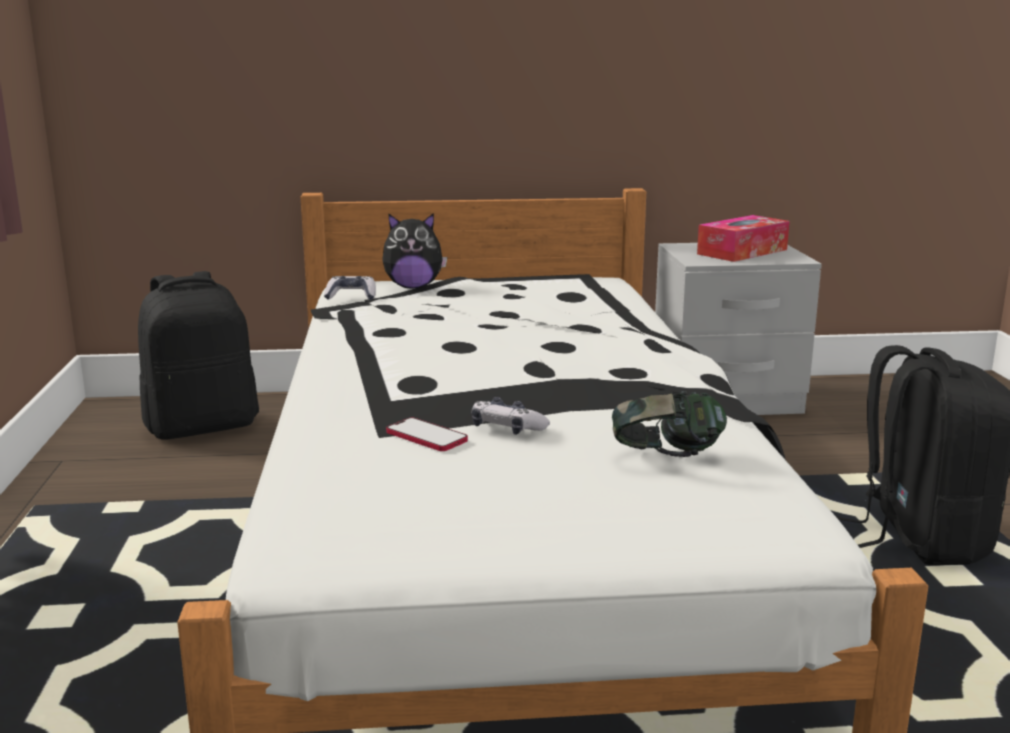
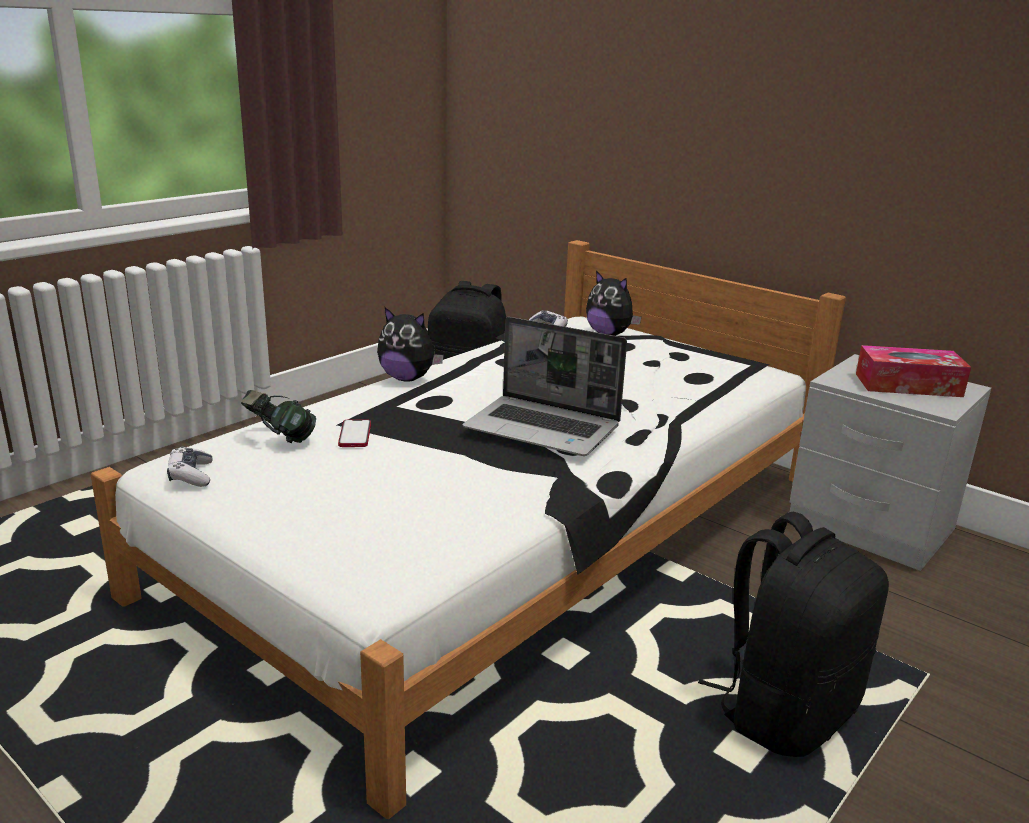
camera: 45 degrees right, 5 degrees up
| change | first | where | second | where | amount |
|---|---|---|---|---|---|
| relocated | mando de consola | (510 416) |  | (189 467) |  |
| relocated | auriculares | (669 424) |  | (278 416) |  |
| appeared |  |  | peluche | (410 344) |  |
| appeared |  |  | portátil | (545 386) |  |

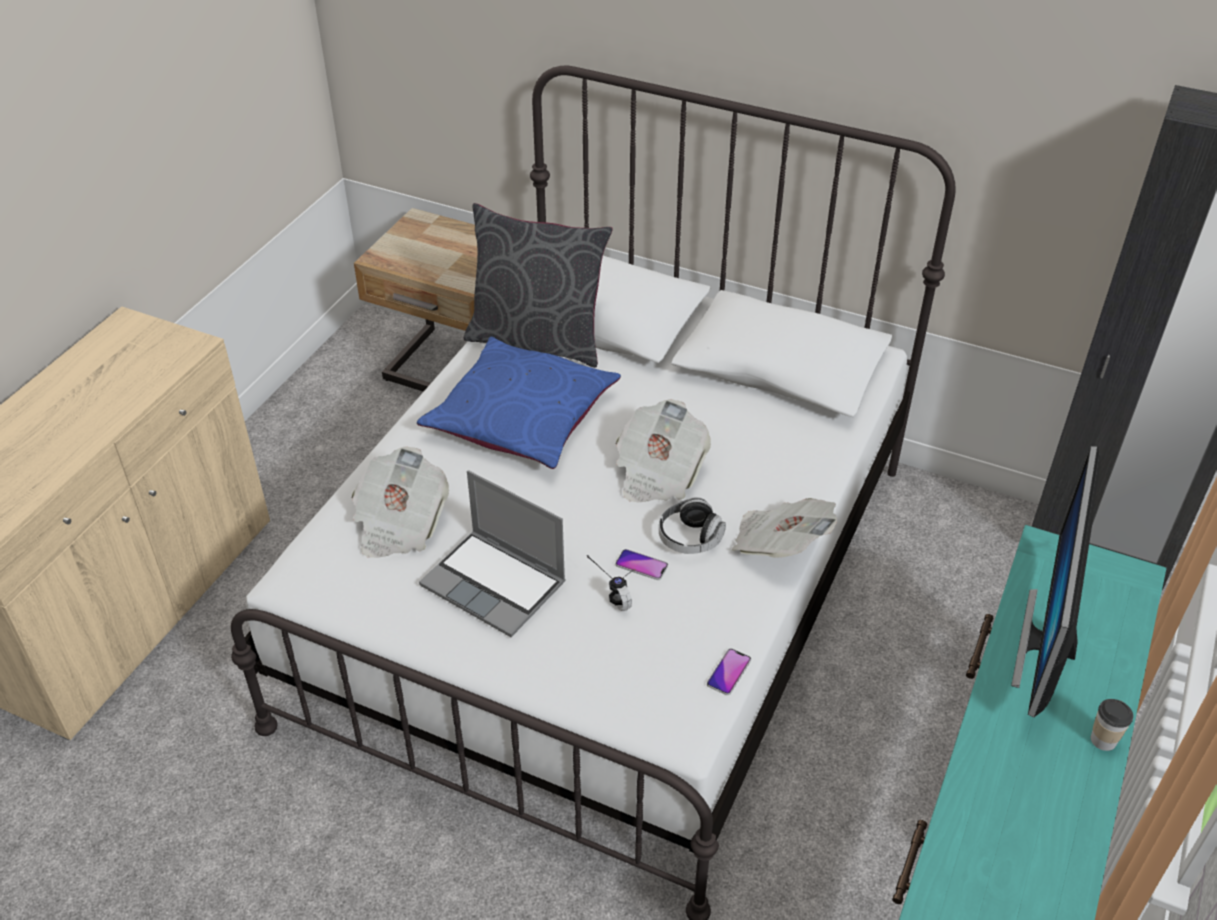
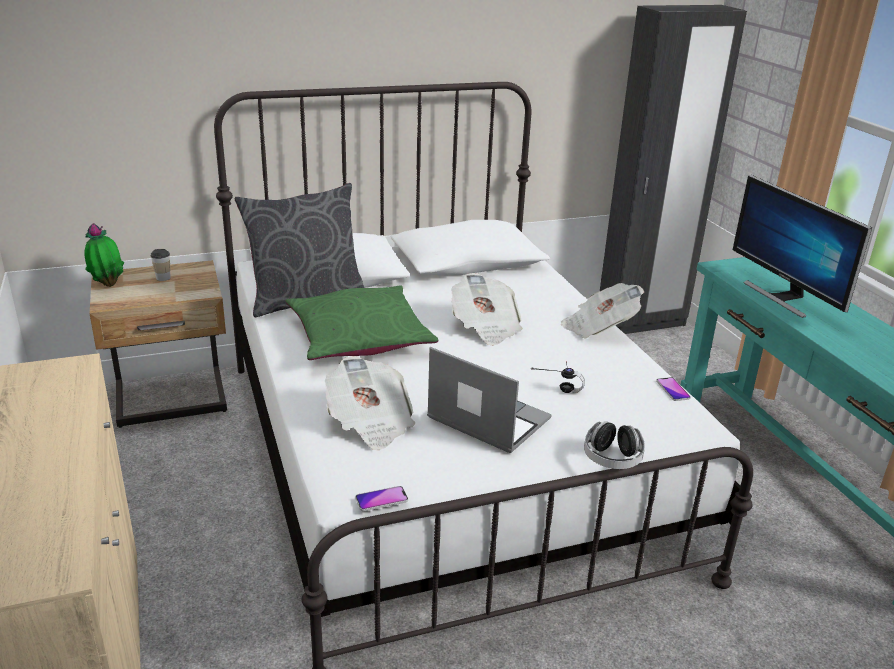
camera: 45 degrees left, 15 degrees down
| change | first | where | second | where | amount |
|---|---|---|---|---|---|
| colour | cojín/azul | (519 403) | cojín/verde | (362 323) |  |
| spun | portátil | (492 553) |  | (489 400) | 135 degrees counterclockwise |
| relocated | móvil | (641 564) |  | (381 498) |  |
| relocated | auriculares | (692 525) |  | (614 445) |  |
| relocated | taza | (1112 725) |  | (161 265) |  |
| appeared |  |  | planta en maceta | (104 255) |  |

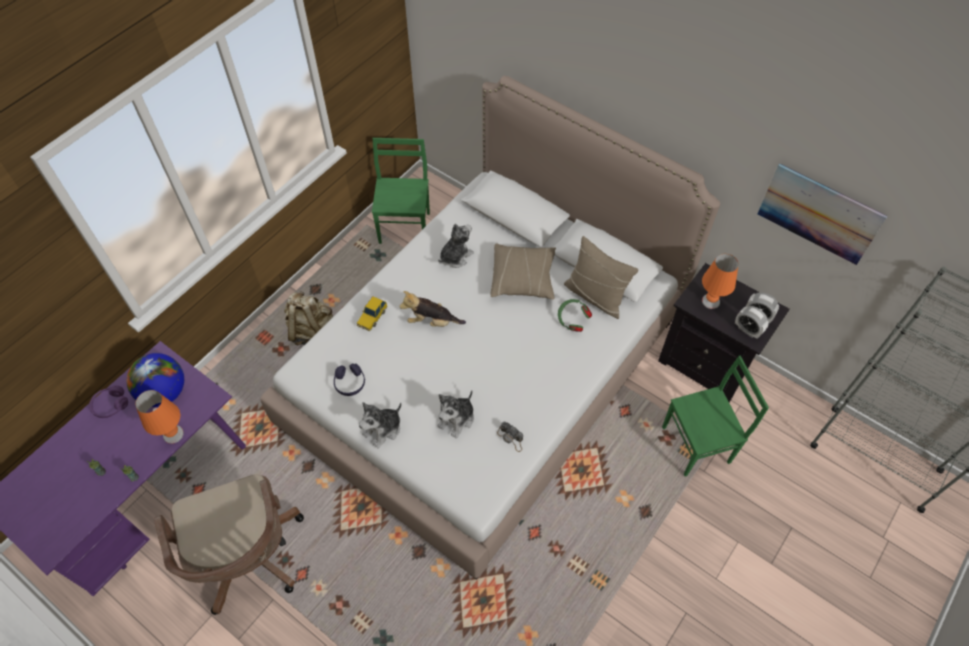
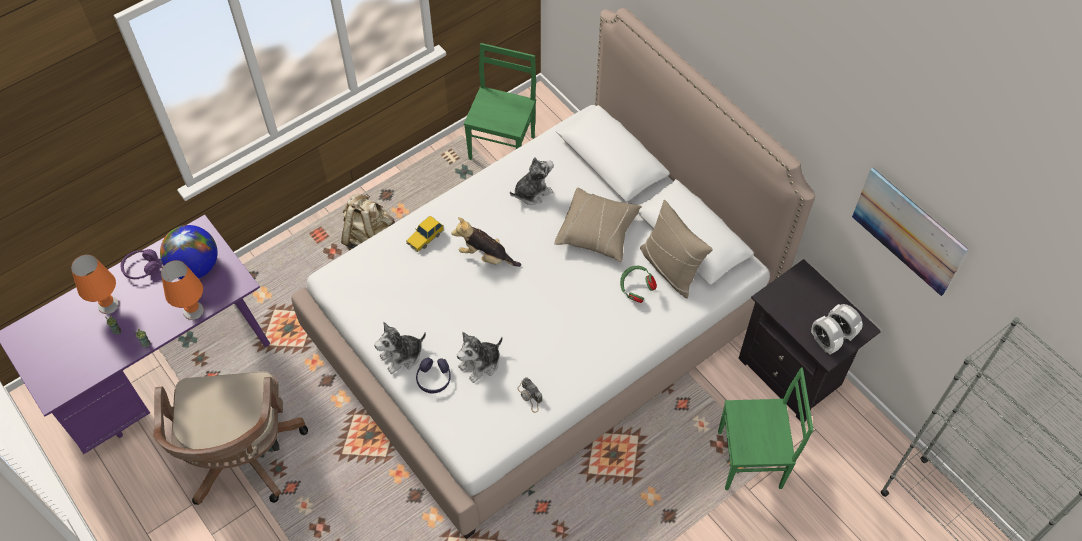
camera: 15 degrees right, 0 degrees up
| change | first | where | second | where | amount |
|---|---|---|---|---|---|
| relocated | auriculares/morado | (349 379) |  | (433 375) |  |
| relocated | lámpara de mesa/naranja | (720 281) |  | (95 284) |  |

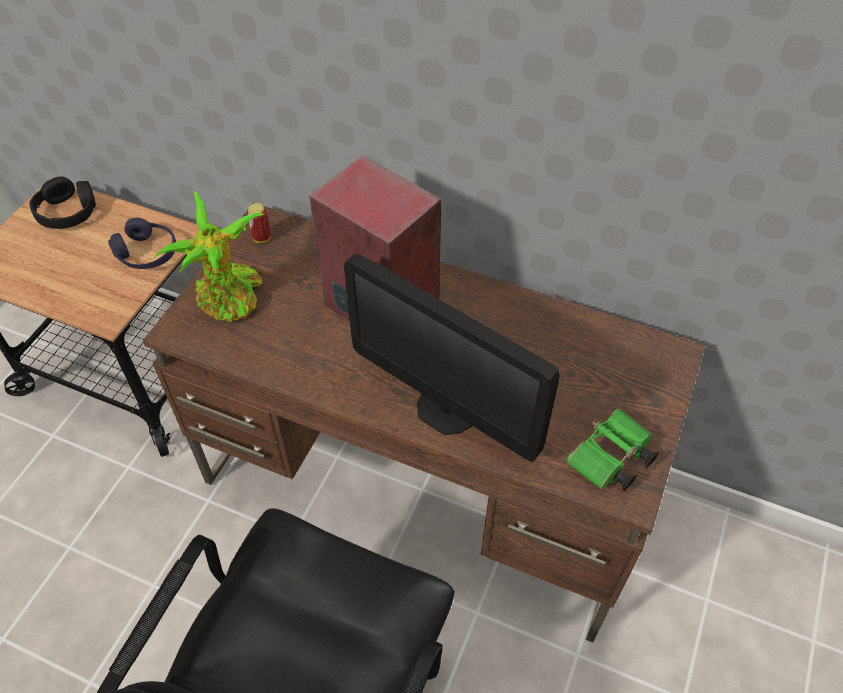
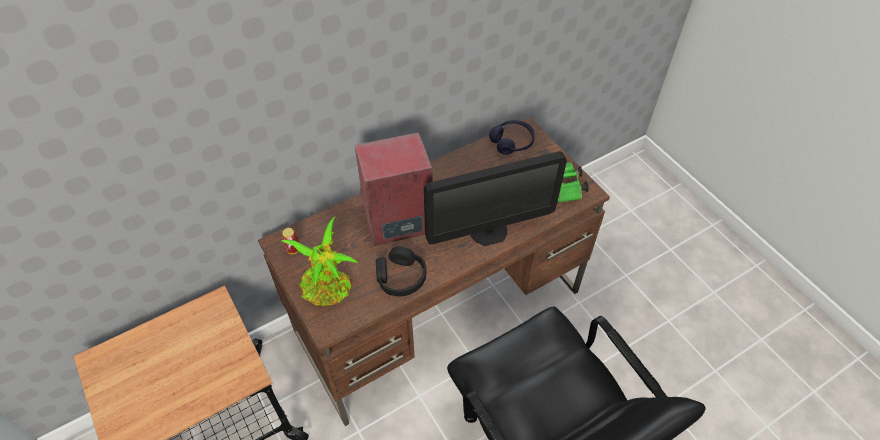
camera: 55 degrees left, 0 degrees up
| change | first | where | second | where | amount |
|---|---|---|---|---|---|
| relocated | auriculares/negro | (62 202) |  | (401 271) |  |
| relocated | auriculares/morado | (142 243) |  | (512 137) |  |

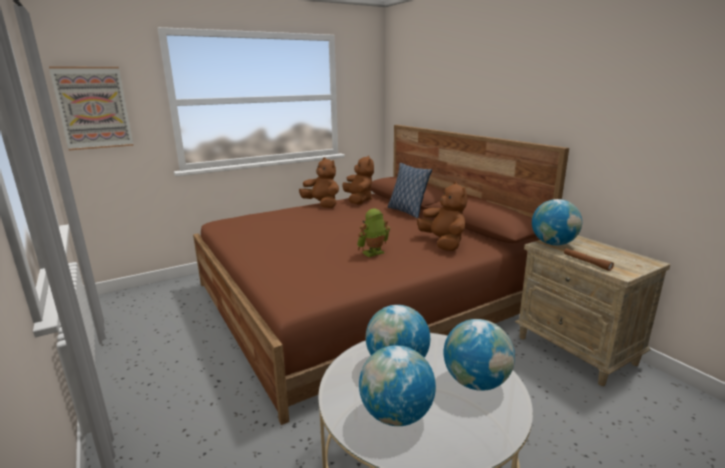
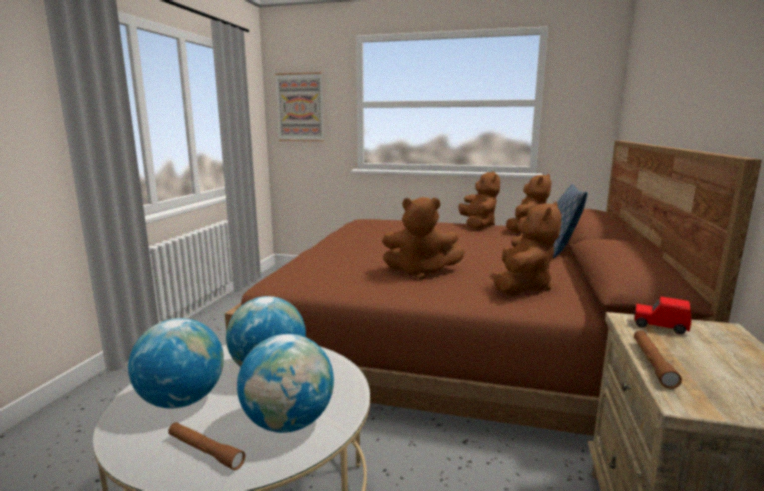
camera: 45 degrees right, 5 degrees down
| change | first | where | second | where | amount |
|---|---|---|---|---|---|
| exchanged | robot de juguete | (373 232) | peluche/marrón | (423 238) |  |
| exchanged | globo terráqueo | (557 222) | coche de juguete/rojo | (662 315) |  |
| appeared |  |  | linterna/marrón | (206 446) |  |

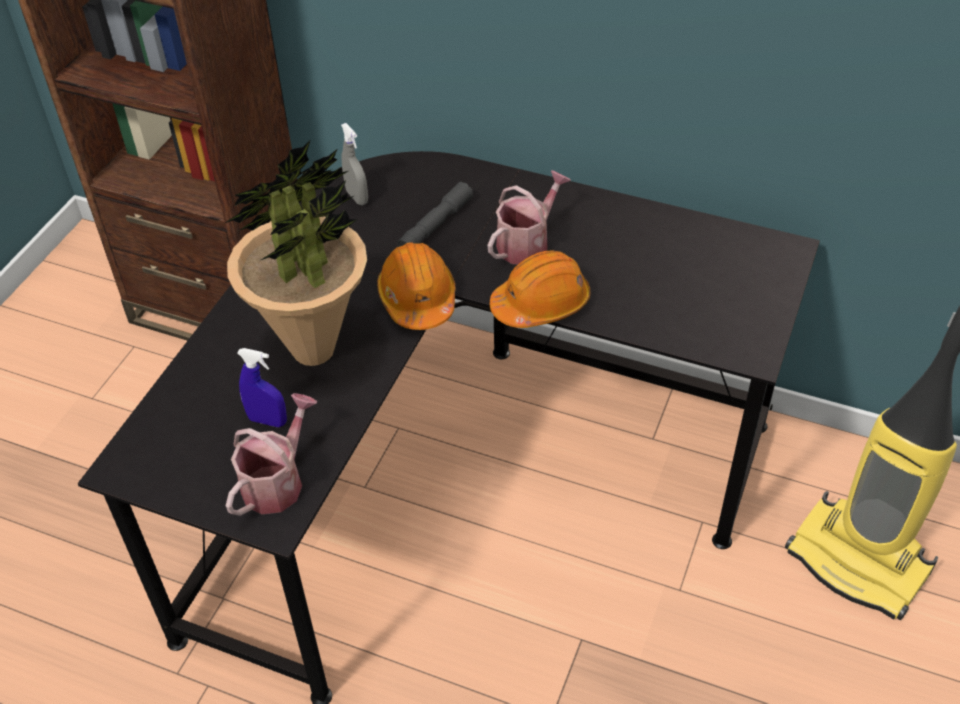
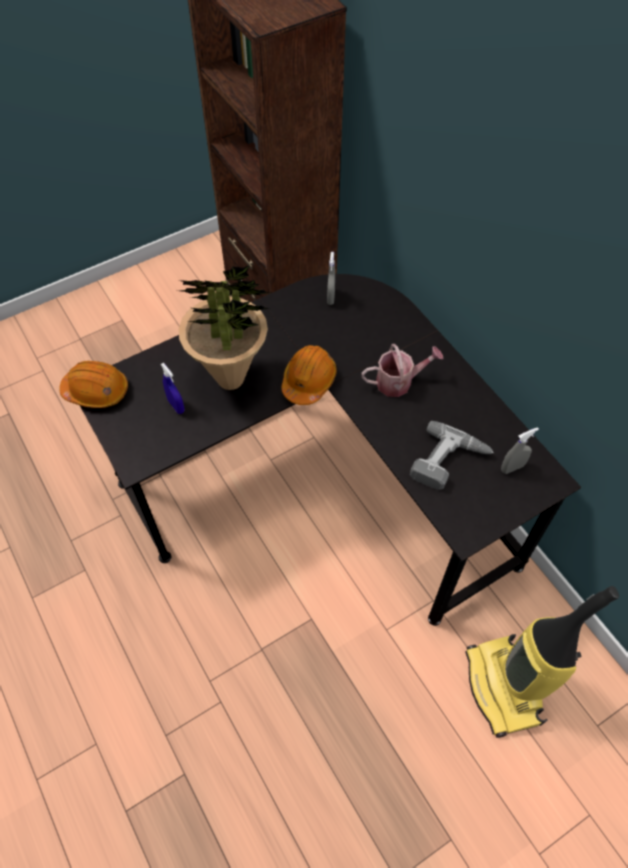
camera: 35 degrees right, 10 degrees up
| change | first | where | second | where | amount |
|---|---|---|---|---|---|
| missing | regadera | (272 454) |  |  |  |
| missing | linterna/gris | (435 214) |  |  |  |
| relocated | casco/naranja | (540 289) |  | (93 384) |  |
| appeared |  |  | taladro | (452 455) |  |
| appeared |  |  | pulverizador/gris | (520 450) |  |

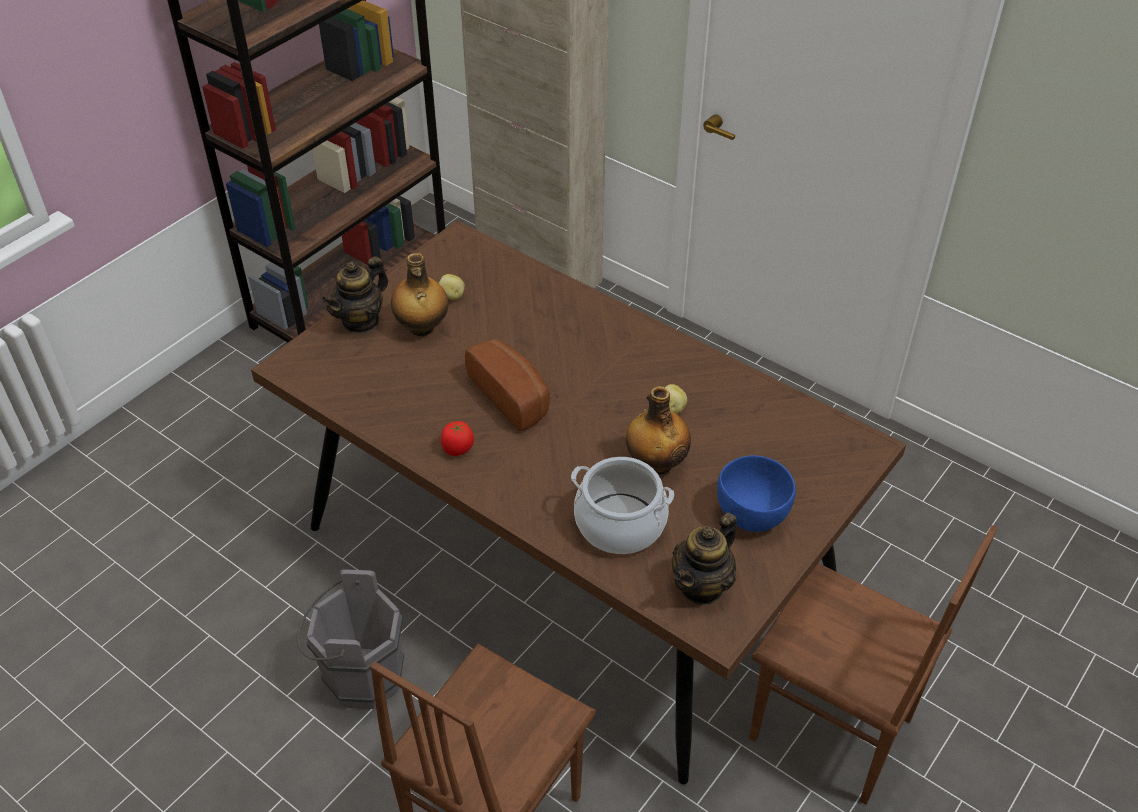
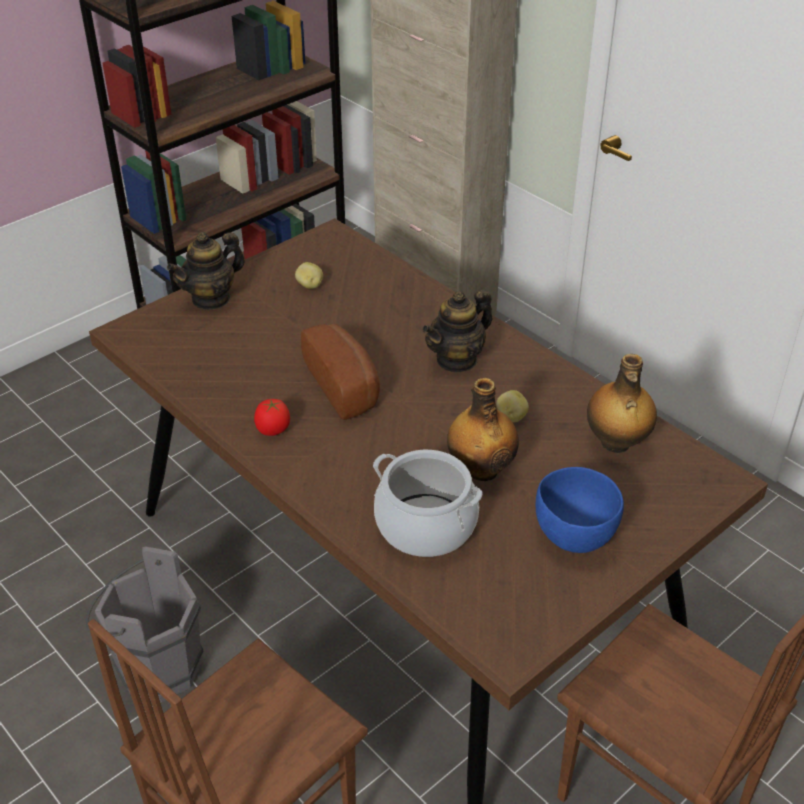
camera: 10 degrees right, 5 degrees down
| change | first | where | second | where | amount |
|---|---|---|---|---|---|
| relocated | botella | (420 294) |  | (622 403) |  |
| relocated | tetera | (704 559) |  | (457 331) |  |

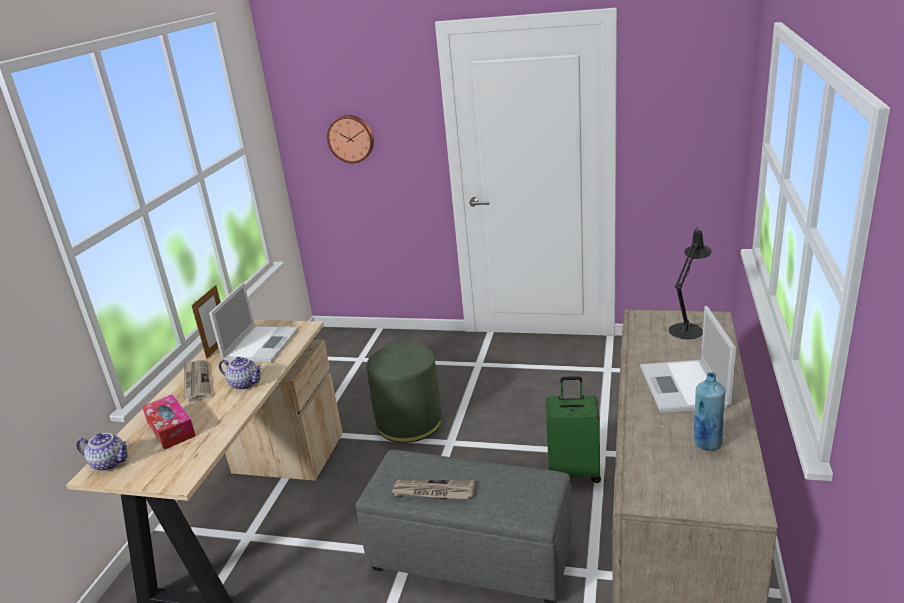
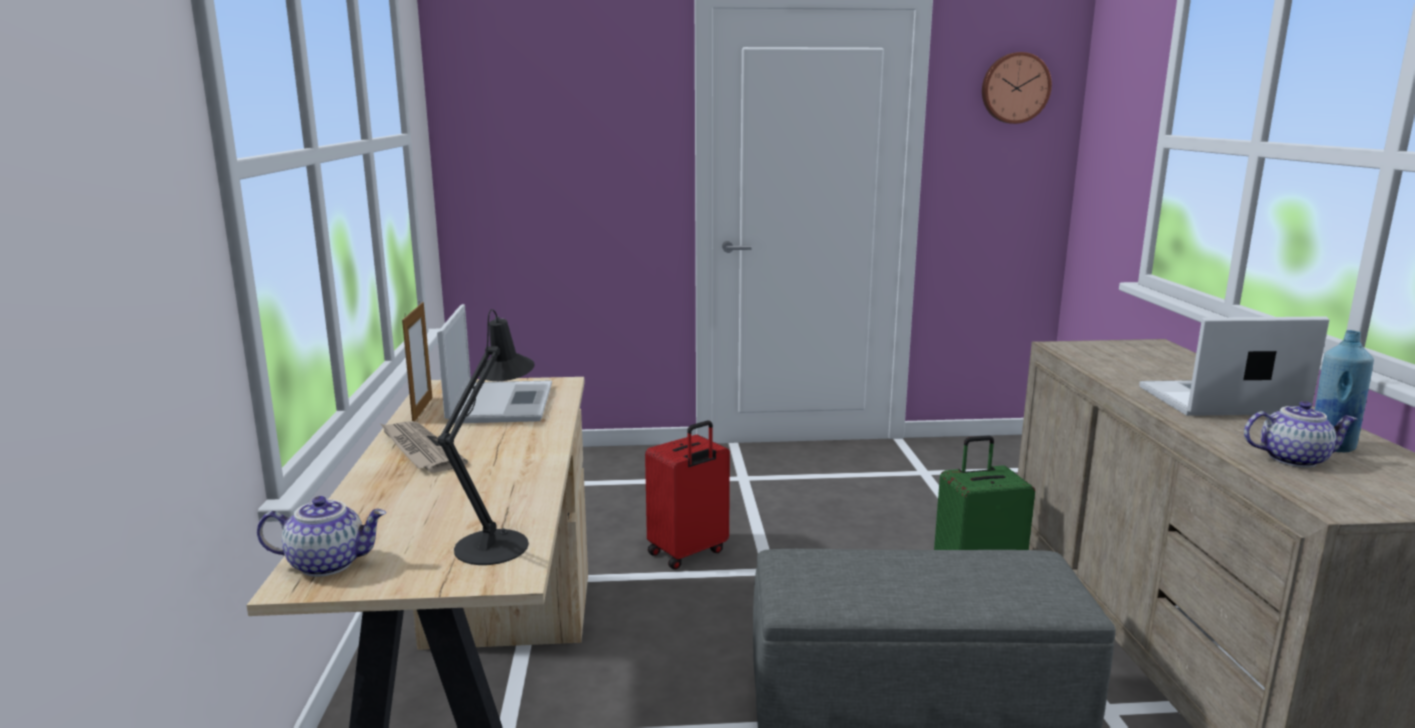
camera: 20 degrees left, 10 degrees down
| change | first | where | second | where | amount |
|---|---|---|---|---|---|
| missing | caja de pañuelos | (169 422) |  |  |  |
| relocated | tetera | (240 373) |  | (1301 434) |  |
| relocated | reloj de pared | (350 139) |  | (1017 88) |  |
| exchanged | puf/verde | (404 393) | maleta/rojo | (687 495) |  |
| missing | periódico | (433 489) |  |  |  |
| spun | portátil | (688 359) |  | (1234 366) | 105 degrees clockwise |
| relocated | lámpara de mesa/negro | (690 283) |  | (486 437) |  |

